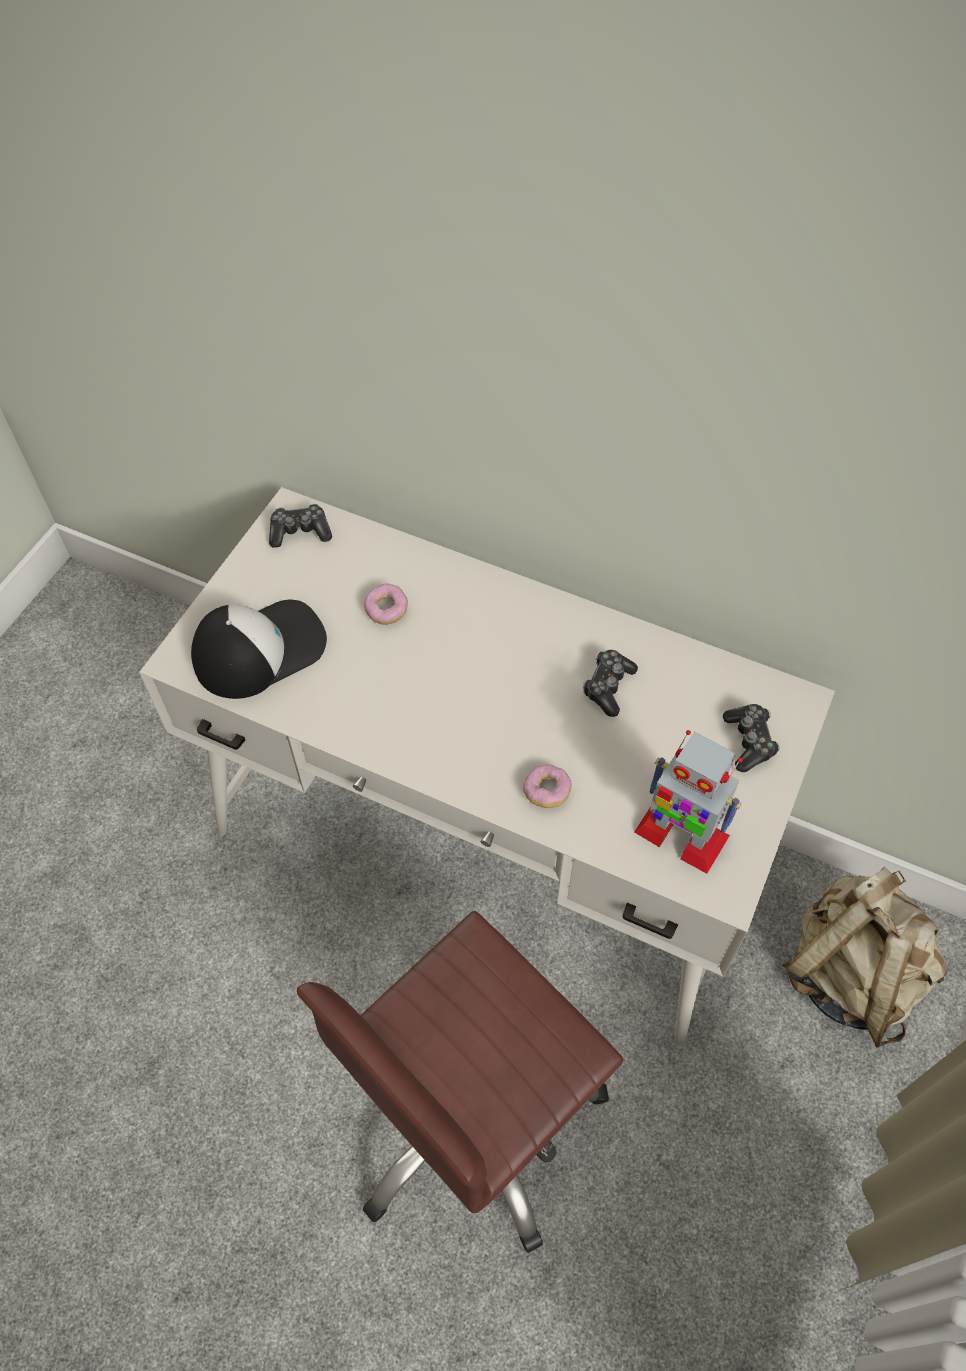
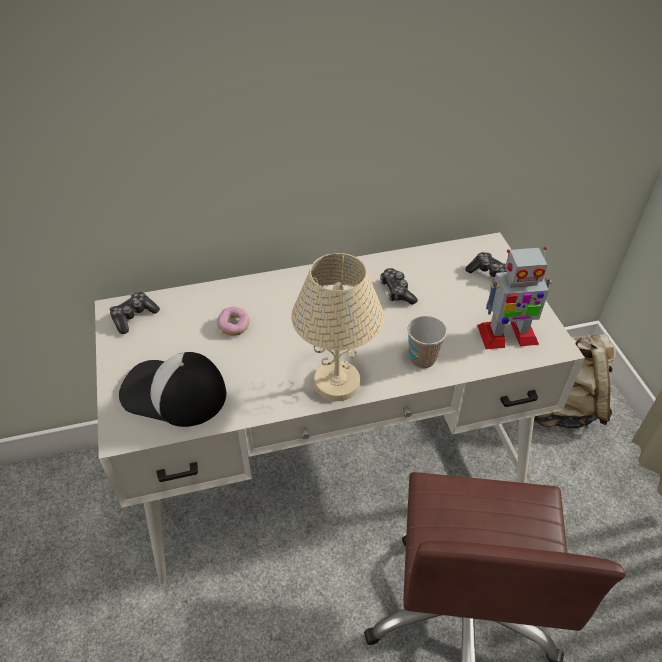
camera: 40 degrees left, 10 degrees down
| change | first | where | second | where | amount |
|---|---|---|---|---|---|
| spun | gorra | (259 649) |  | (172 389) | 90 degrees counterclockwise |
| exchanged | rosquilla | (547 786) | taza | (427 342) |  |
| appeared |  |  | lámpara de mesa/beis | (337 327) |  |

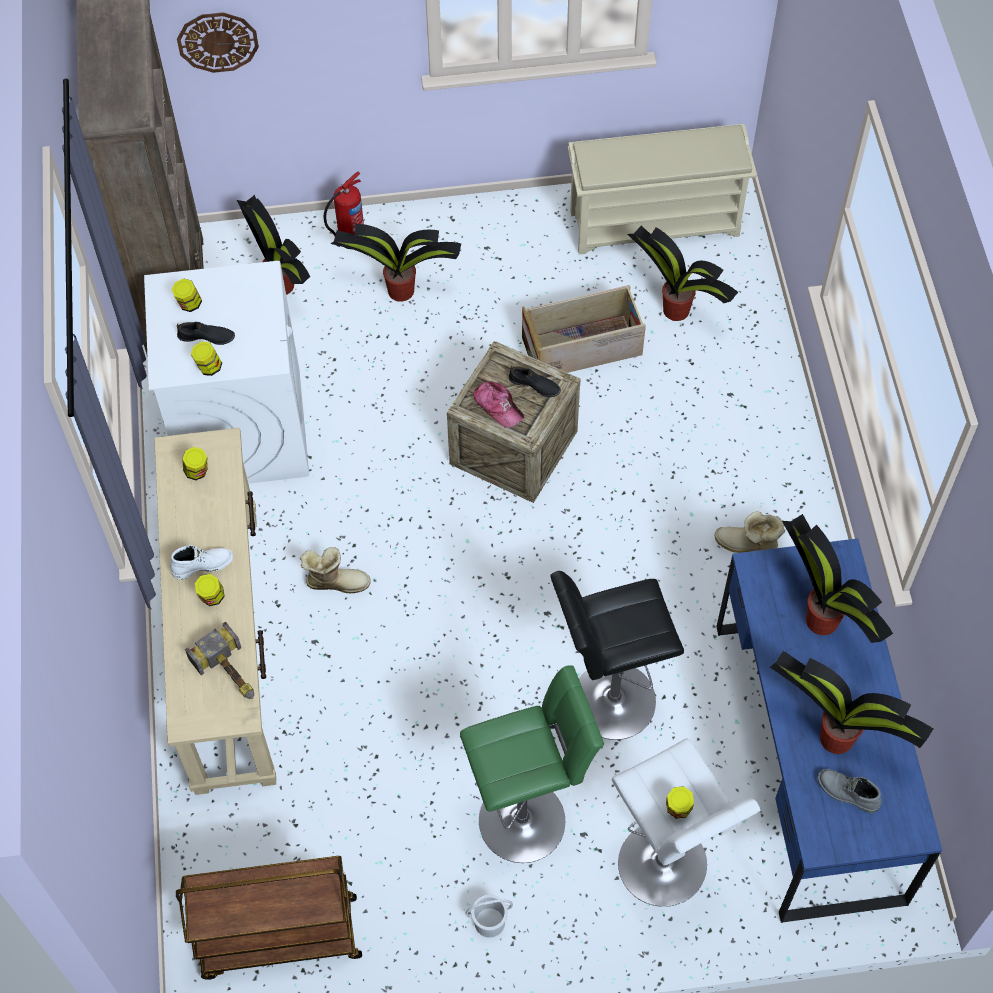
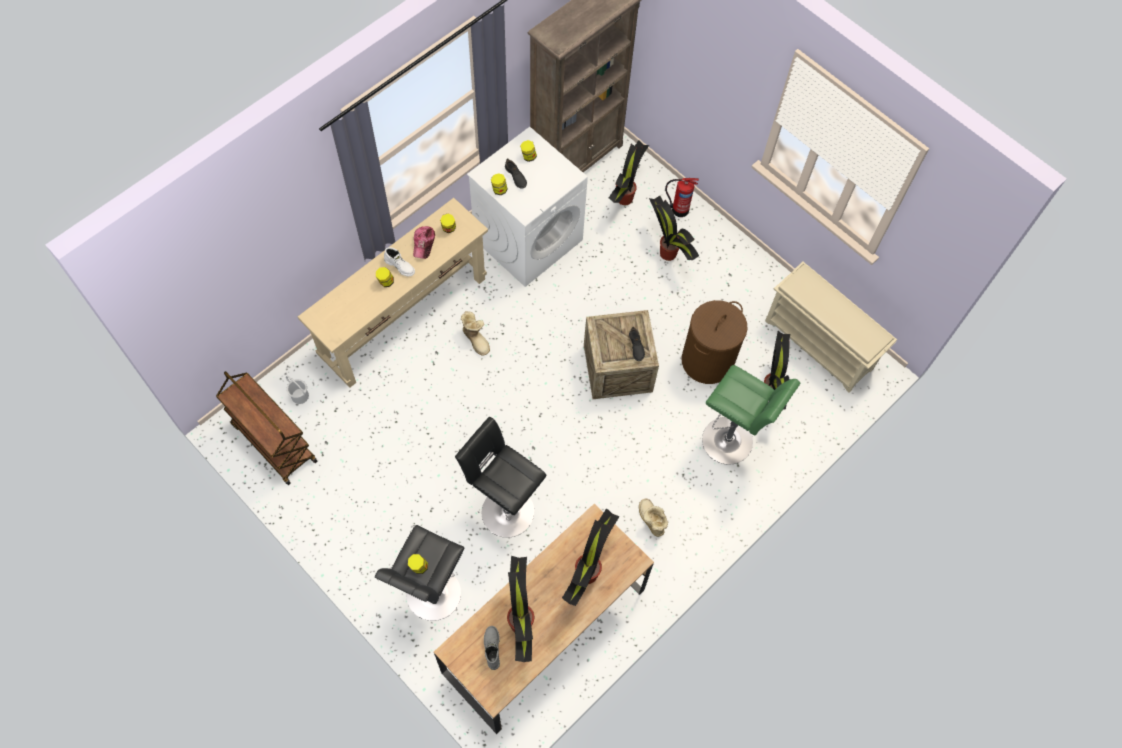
camera: 50 degrees right, 5 degrees up
| change | first | where | second | where | amount |
|---|---|---|---|---|---|
| missing | reloj de pared | (218 42) |  |  |  |
| missing | martillo | (219 660) |  |  |  |
| relocated | taburete/verde | (532 764) |  | (751 415) |  |
| relocated | cubo/blanco | (489 916) |  | (297 390) |  |
| relocated | gorra | (498 404) |  | (424 242) |  |
| exchanged | caja de embalaje | (584 329) | cesto de la ropa/marrón | (715 342) |  |
| colour | taburete/blanco | (686 822) | taburete/negro | (420 573) |  |
| colour | escritorio/azul | (829 730) | escritorio/marrón | (544 619) |  |

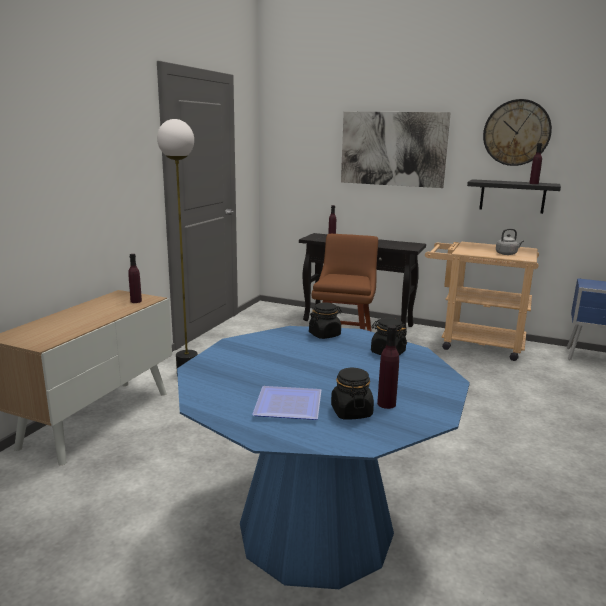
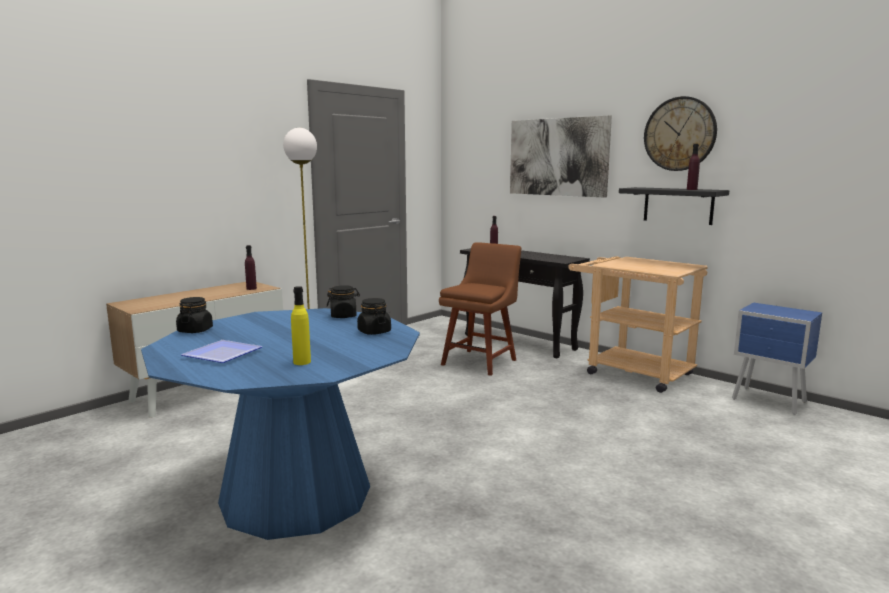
camera: 20 degrees right, 5 degrees down
| change | first | where | second | where | amount |
|---|---|---|---|---|---|
| relocated | tarro/negro | (352 394) |  | (194 315) |  |
| colour | botella/morado | (388 367) | botella/amarillo | (301 325) |  |
| missing | hervidor/gris | (510 242) |  |  |  |

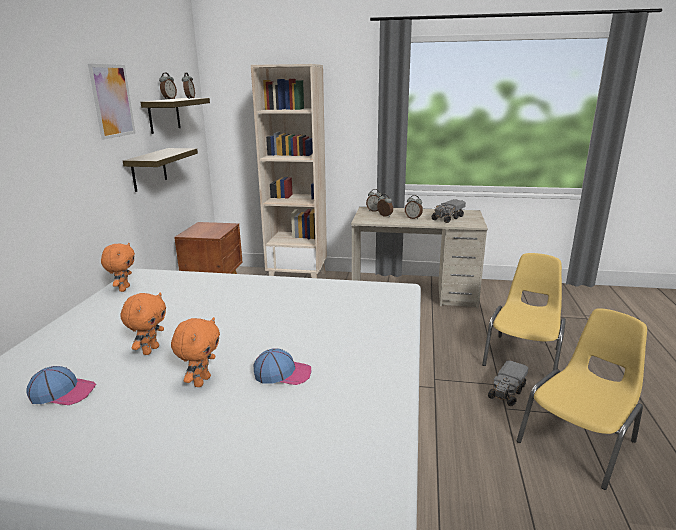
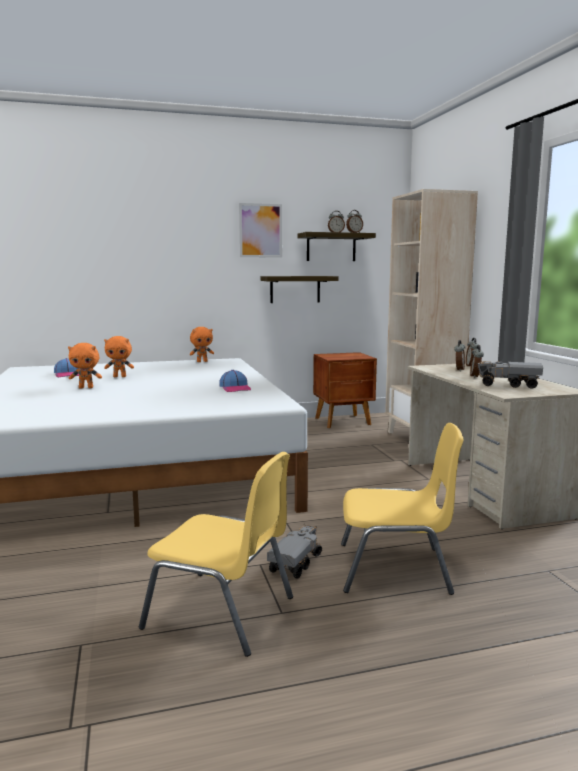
camera: 65 degrees right, 10 degrees down
| change | first | where | second | where | amount |
|---|---|---|---|---|---|
| relocated | gorra | (282 366) |  | (235 381) |  |
| spun | camión de juguete | (508 383) |  | (294 552) | 105 degrees clockwise |

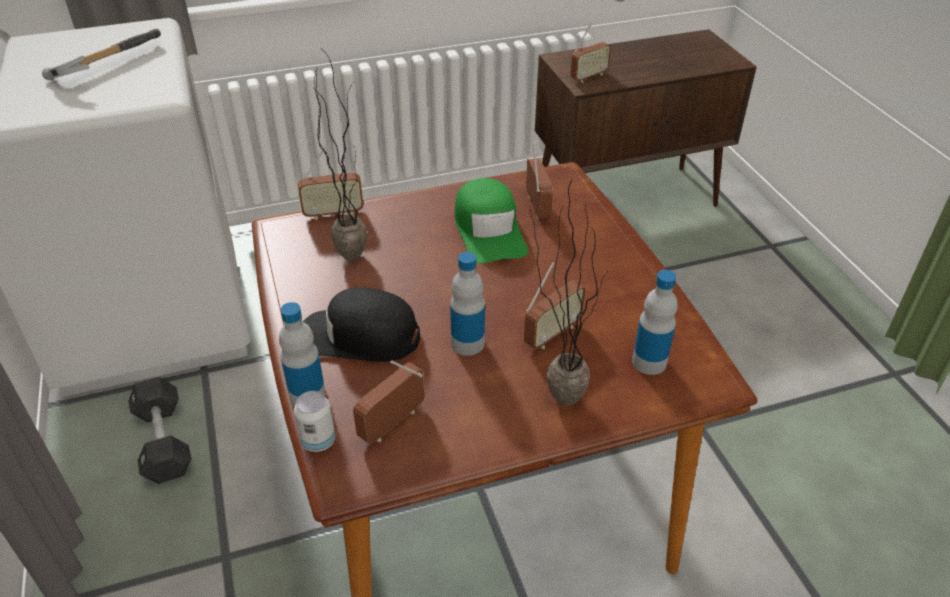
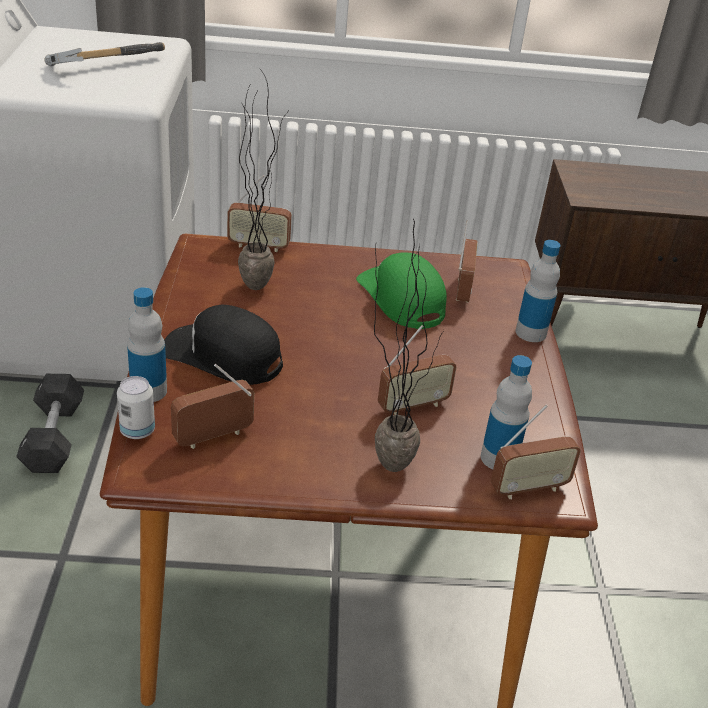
camera: 15 degrees right, 5 degrees down
| change | first | where | second | where | amount |
|---|---|---|---|---|---|
| relocated | botella | (467 304) |  | (538 291) |  |
| spun | gorra/verde | (491 220) |  | (401 290) | 150 degrees clockwise |
| relocated | radio | (591 53) |  | (536 452) |  |

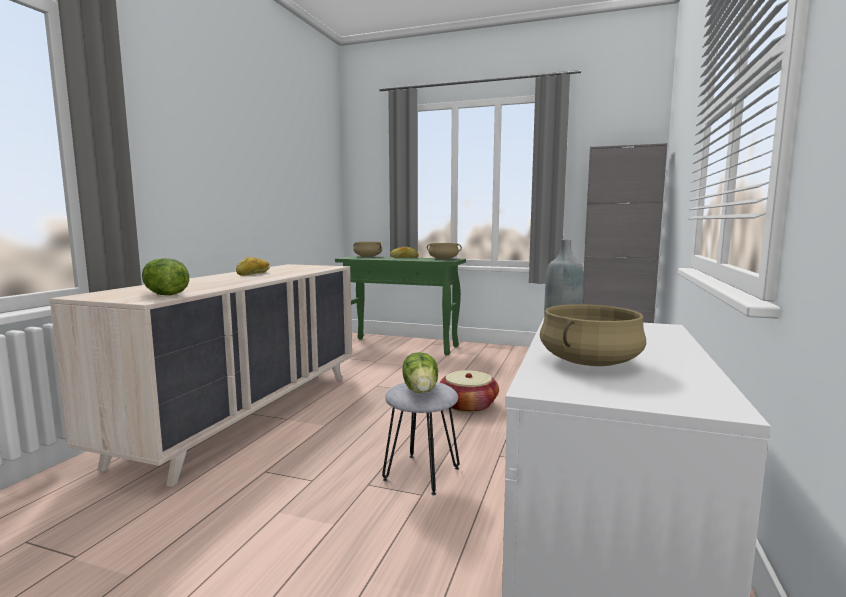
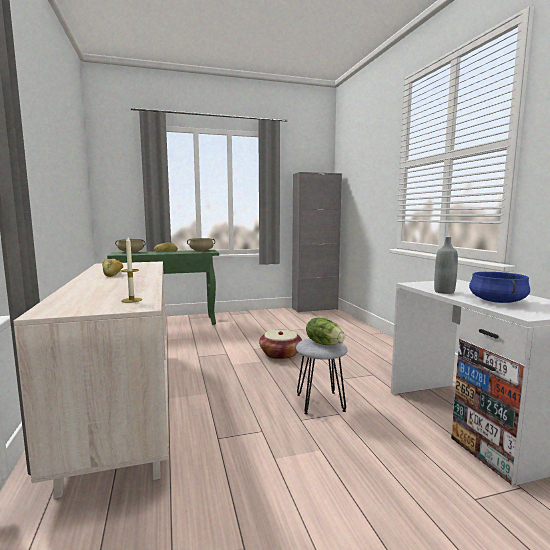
camera: 35 degrees left, 0 degrees up
| change | first | where | second | where | amount |
|---|---|---|---|---|---|
| exchanged | lechuga | (165 276) | vela | (131 270) |  |
| colour | olla/beis | (593 335) | olla/azul | (499 287) |  |

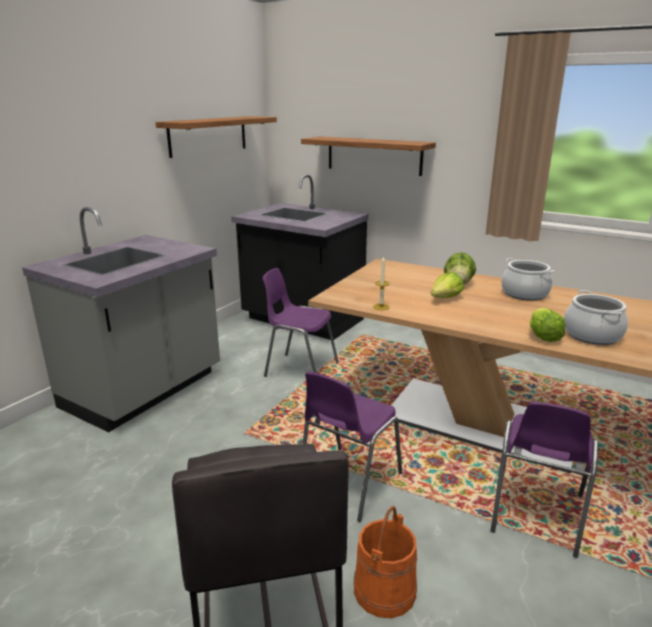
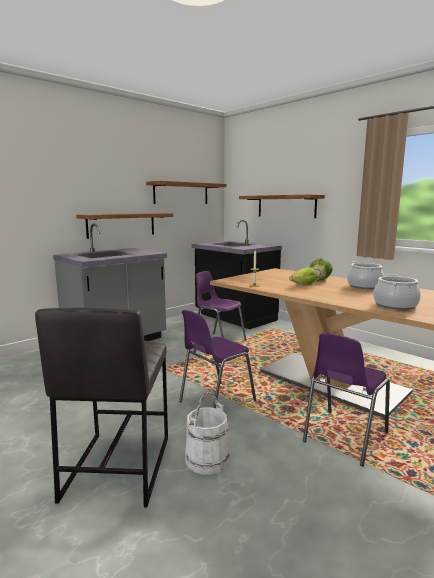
camera: 15 degrees right, 10 degrees down
| change | first | where | second | where | amount |
|---|---|---|---|---|---|
| colour | cubo/naranja | (385 562) | cubo/blanco | (207 433) |  |
| missing | lechuga | (548 325) |  |  |  |
| appeared |  |  | estante | (124 226) |  |

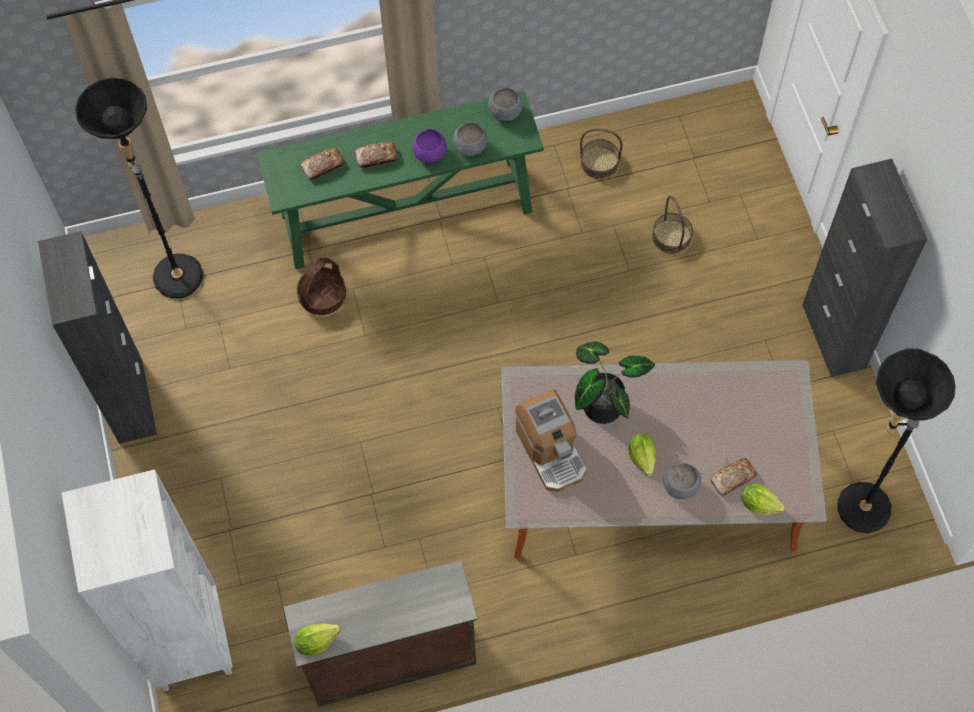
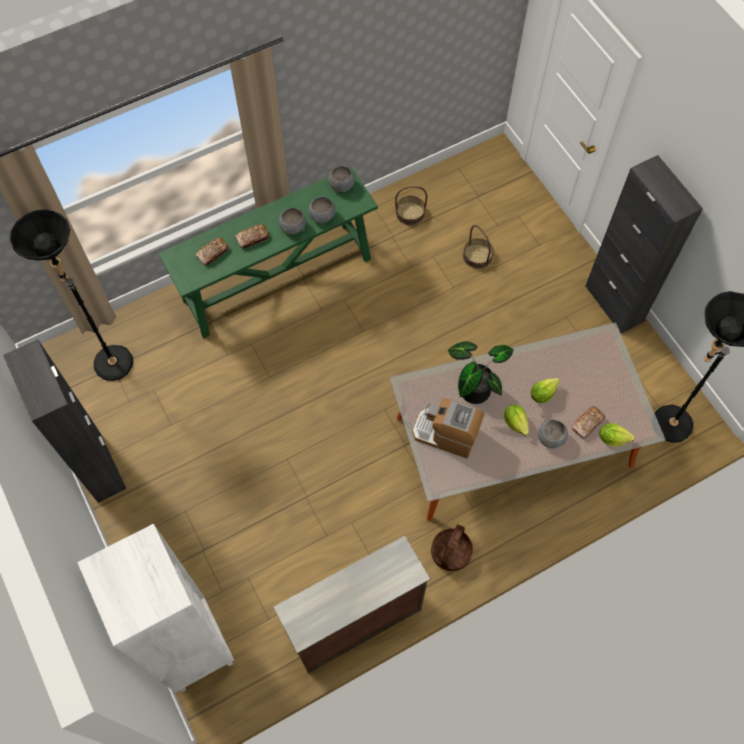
camera: 15 degrees left, 0 degrees up
| change | first | where | second | where | amount |
|---|---|---|---|---|---|
| relocated | lechuga | (317 639) |  | (545 390) |  |
| relocated | cesta | (321 286) |  | (452 547) |  |
| colour | cuenco/morado | (429 146) | cuenco/gris | (292 221) |  |
| spun | cafetera | (551 440) |  | (448 429) | 150 degrees clockwise |

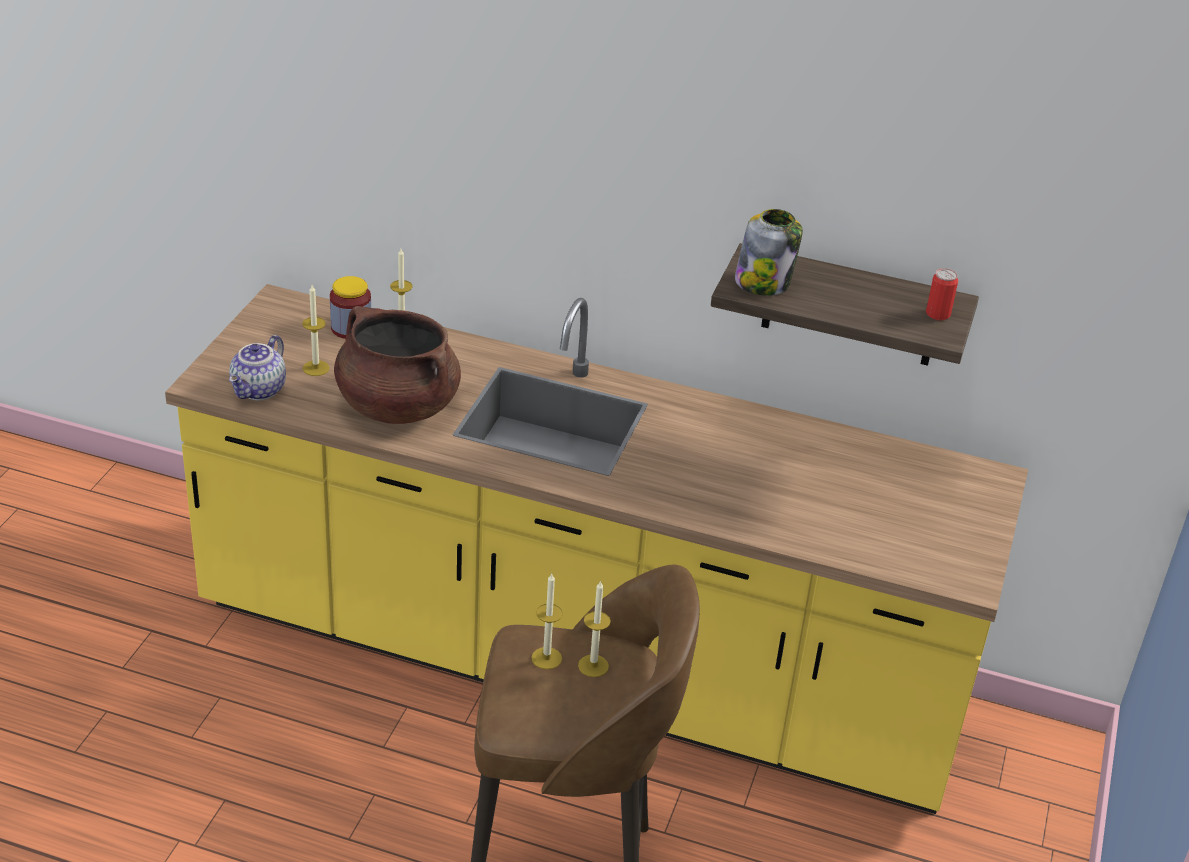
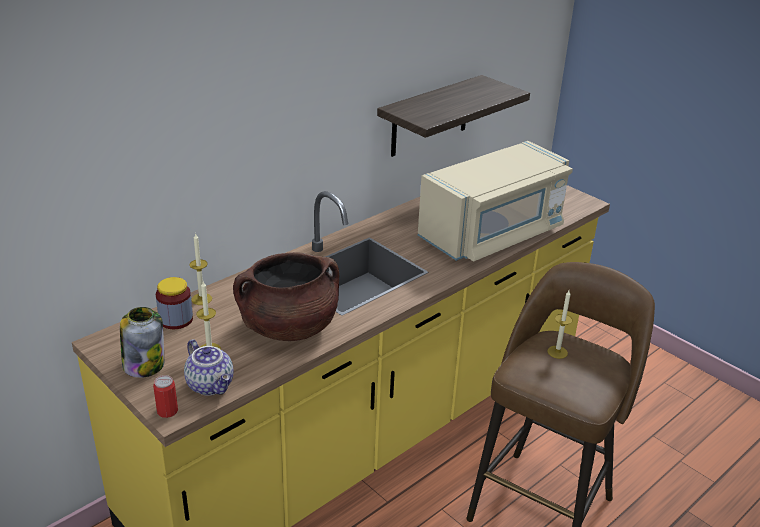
camera: 60 degrees left, 5 degrees down
| change | first | where | second | where | amount |
|---|---|---|---|---|---|
| missing | vela | (547 621) |  |  |  |
| relocated | tarro | (769 252) |  | (142 342) |  |
| relocated | lata | (942 294) |  | (165 396) |  |
| appeared |  |  | microondas/beis | (495 201) |  |

